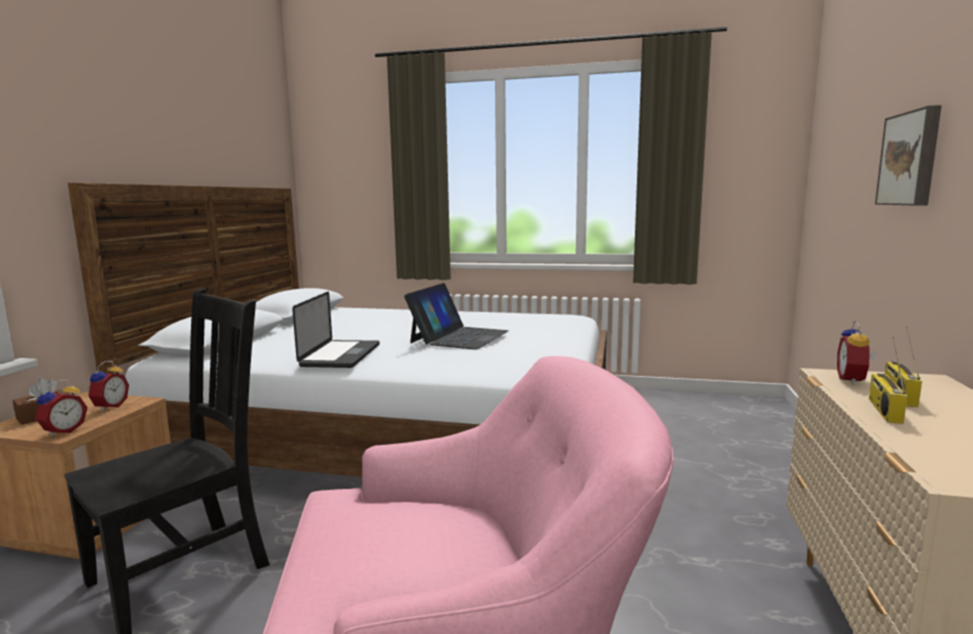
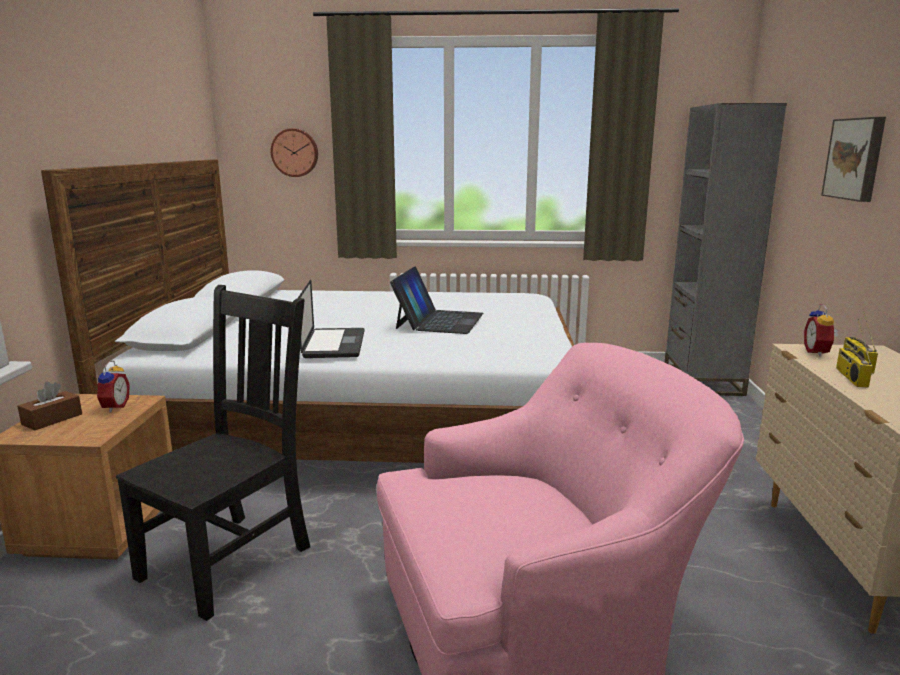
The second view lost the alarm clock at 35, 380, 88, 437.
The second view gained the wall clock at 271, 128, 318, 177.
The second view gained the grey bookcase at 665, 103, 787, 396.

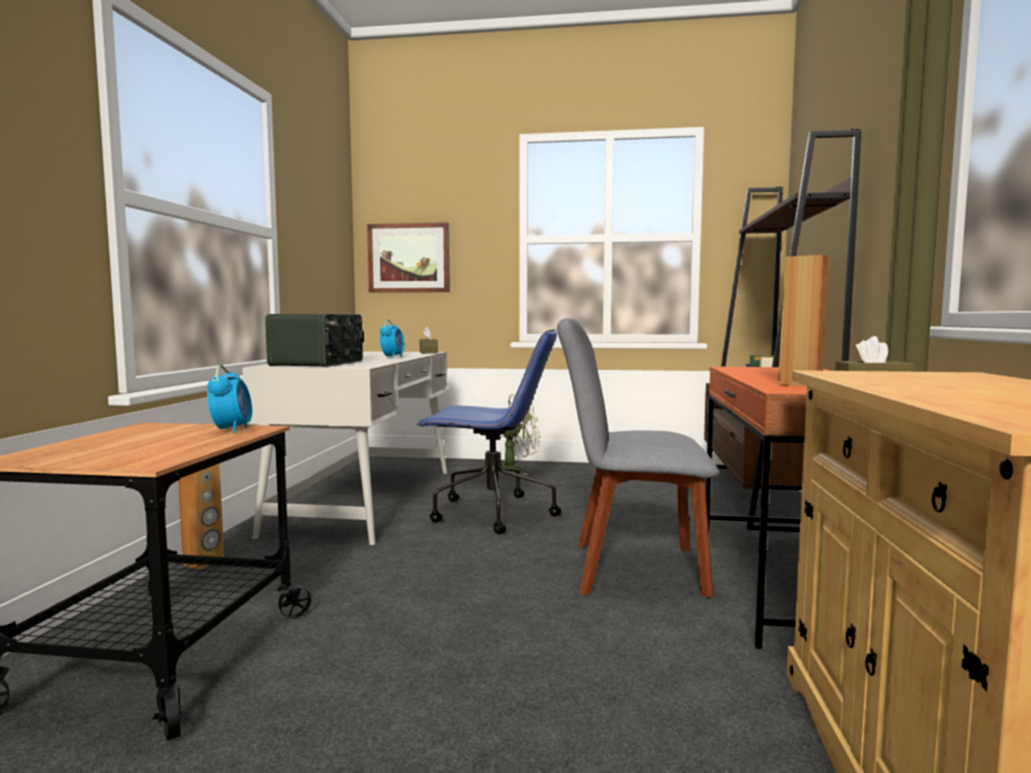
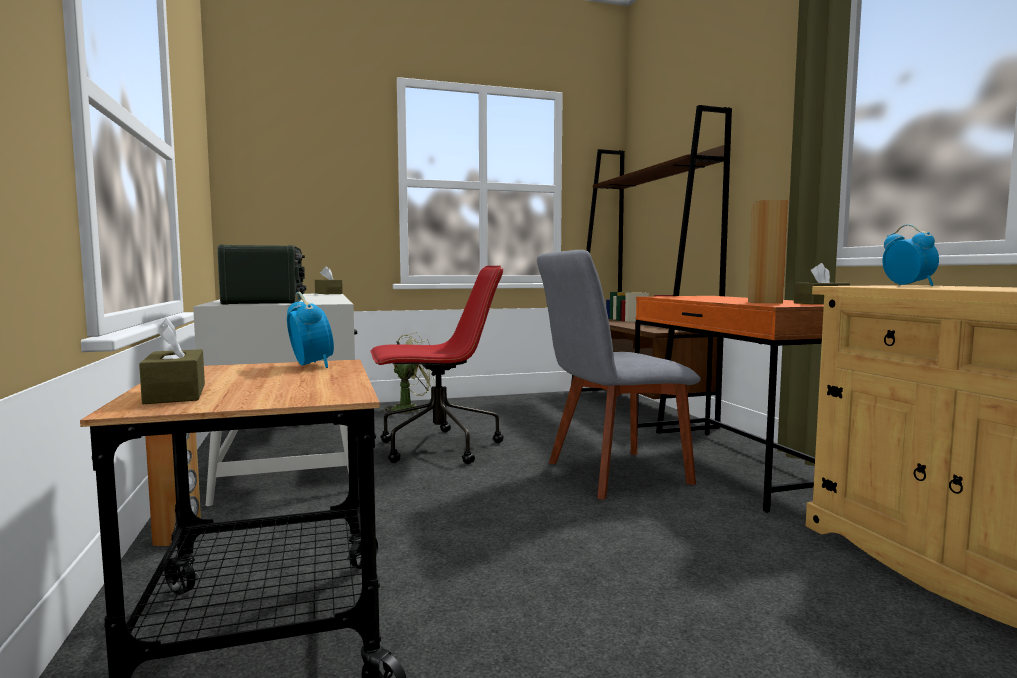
The second view lost the picture at 367, 222, 450, 293.
The second view gained the brown tissue box at 139, 318, 205, 404.
The alarm clock ended up elsewhere, having gone from 380, 320, 405, 358 to 883, 224, 939, 286.
What was the blue office chair at 417, 329, 561, 534 turned into the red office chair at 370, 266, 504, 464.

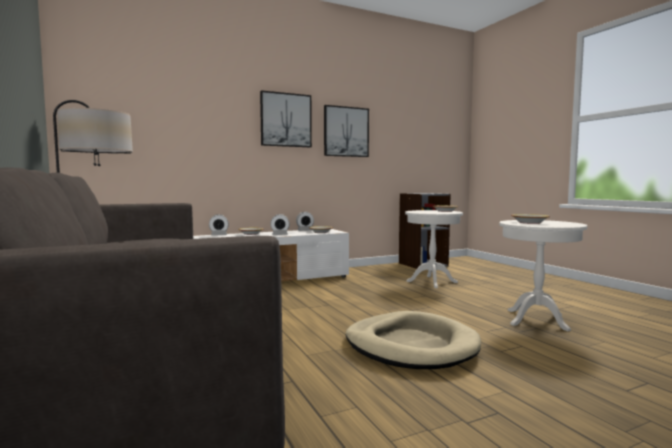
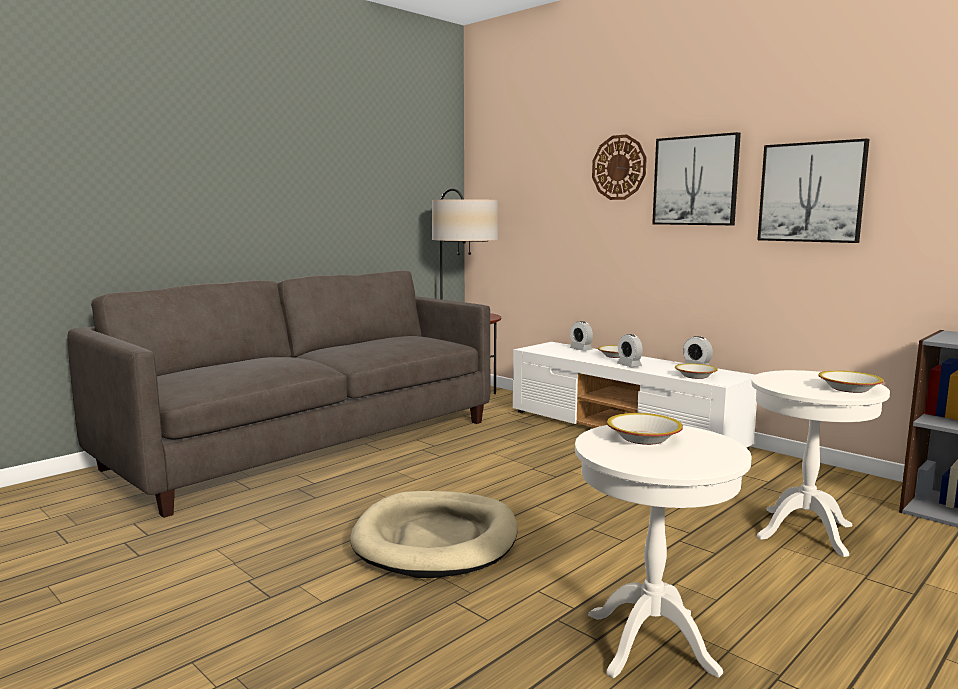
The second view gained the wall clock at 592, 134, 647, 200.

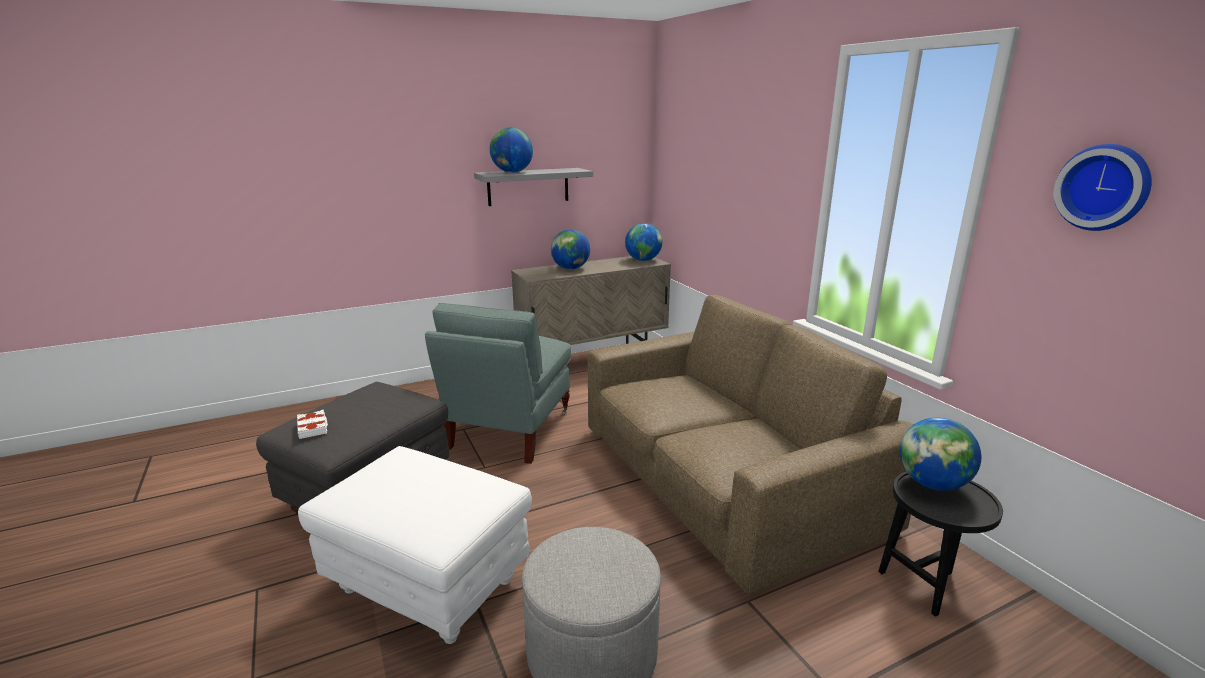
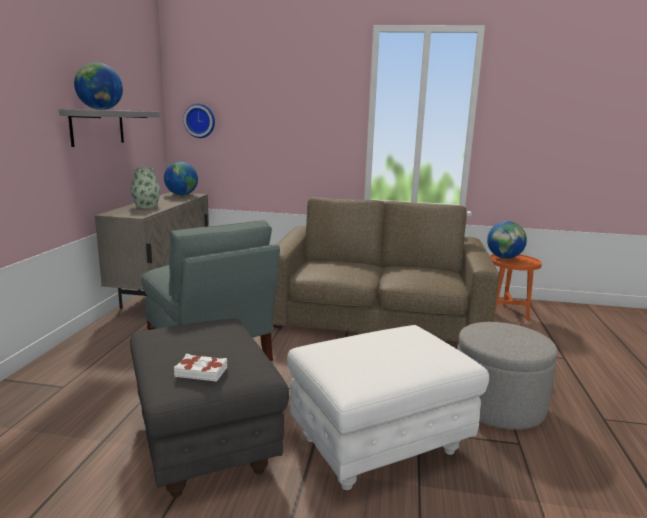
The wall clock ended up elsewhere, having gone from 1054, 144, 1152, 231 to 183, 104, 215, 138.
Where the globe stood at 551, 229, 590, 270, the vase came to stand at 131, 168, 160, 208.
What was the black side table at 878, 471, 1003, 617 turned into the orange side table at 490, 254, 542, 320.

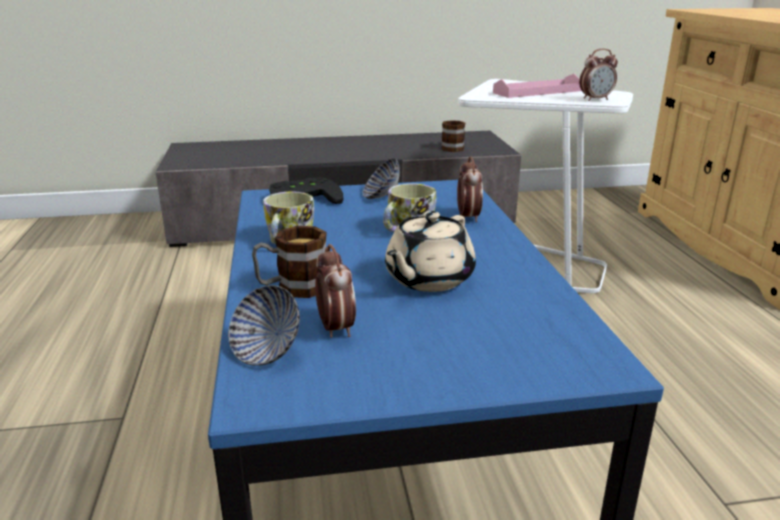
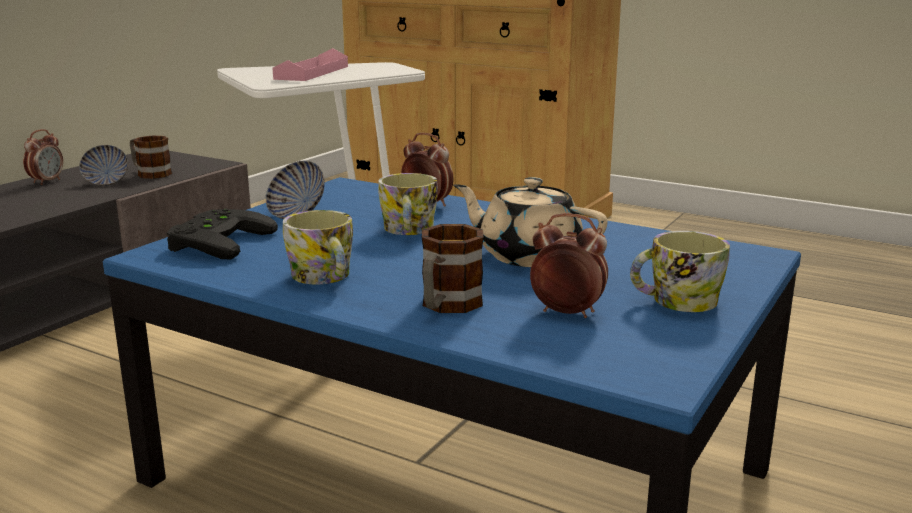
The second view gained the mug at 630, 231, 730, 312.
The bowl ended up elsewhere, having gone from 228, 285, 300, 366 to 79, 145, 128, 186.
The alarm clock ended up elsewhere, having gone from 579, 49, 618, 101 to 23, 129, 63, 185.
The beige teapot at 385, 211, 476, 292 ended up facing another way, 135 degrees clockwise from before.

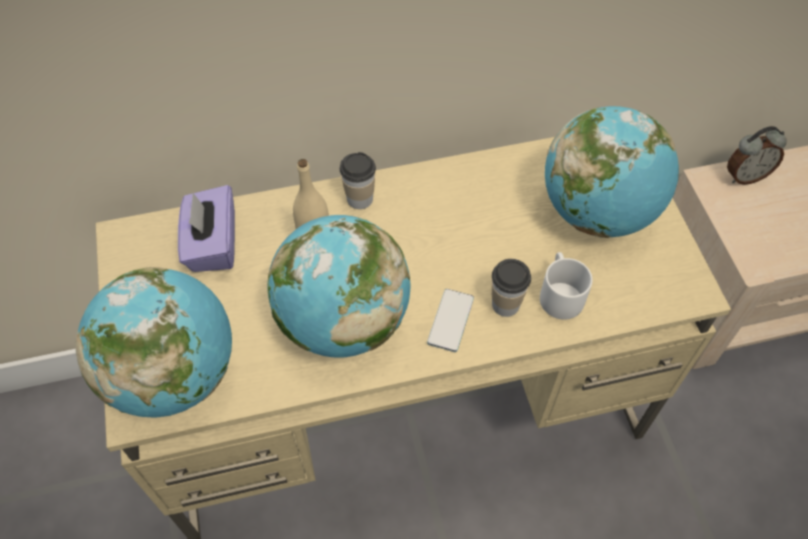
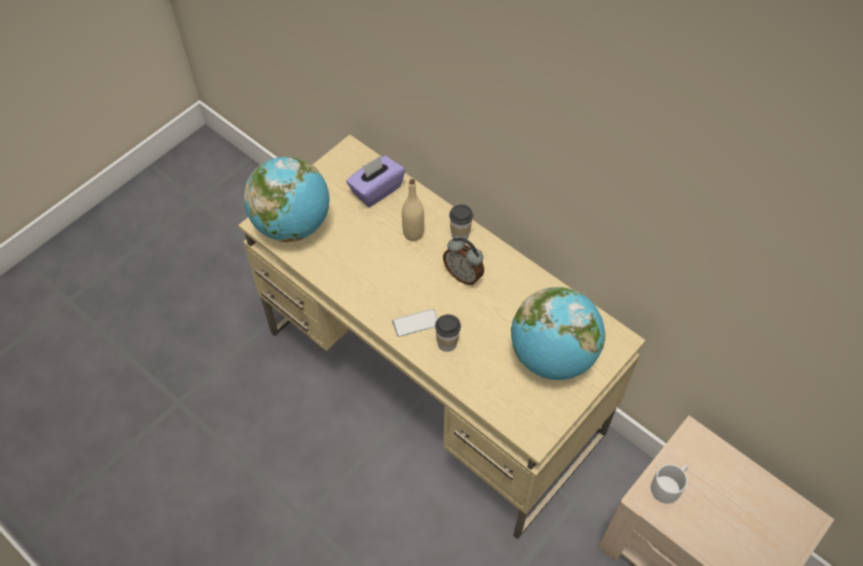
The second view lost the globe at 267, 215, 410, 358.
The white mug ended up elsewhere, having gone from 540, 252, 593, 319 to 651, 464, 688, 503.
The alarm clock ended up elsewhere, having gone from 727, 126, 787, 185 to 443, 237, 484, 285.

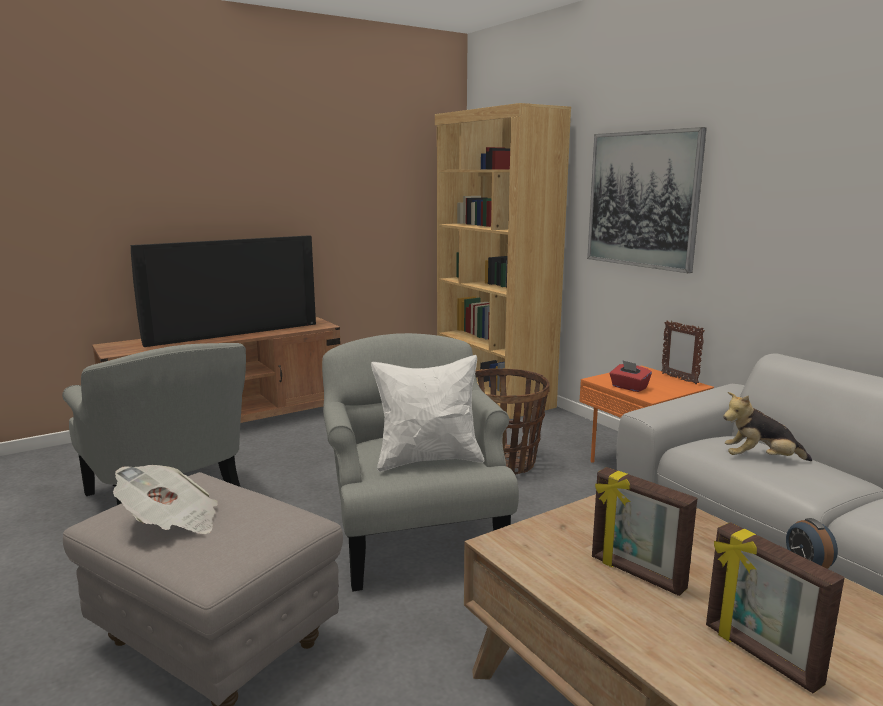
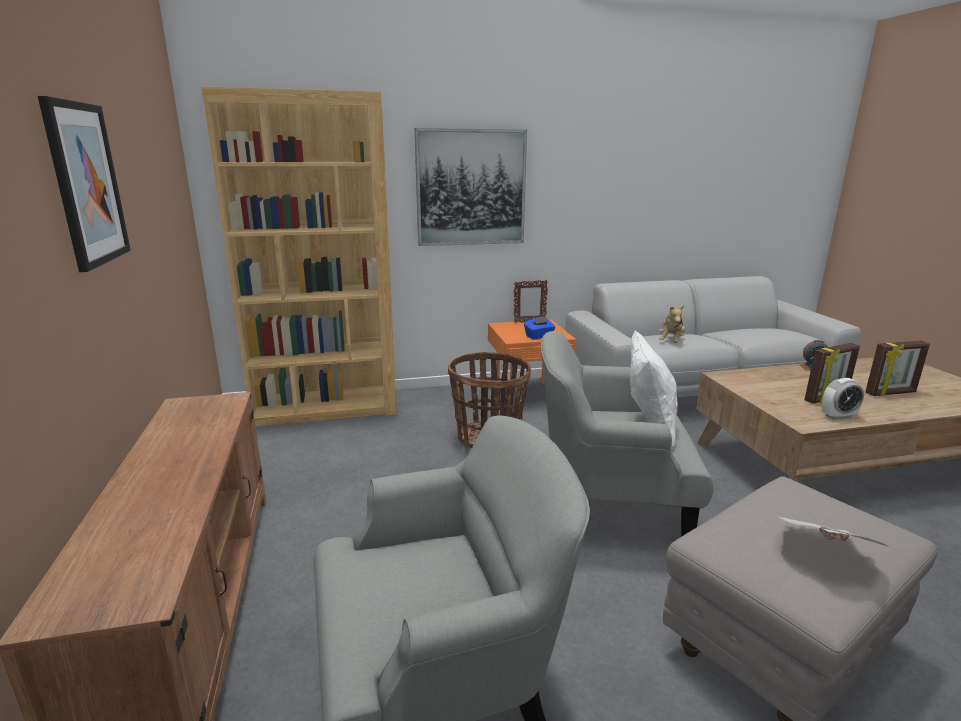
The second view lost the television at 131, 235, 316, 347.
The second view gained the picture at 38, 96, 131, 272.
The second view gained the alarm clock at 821, 378, 864, 420.
What was the red tissue box at 610, 361, 652, 392 turned into the blue tissue box at 524, 316, 555, 339.

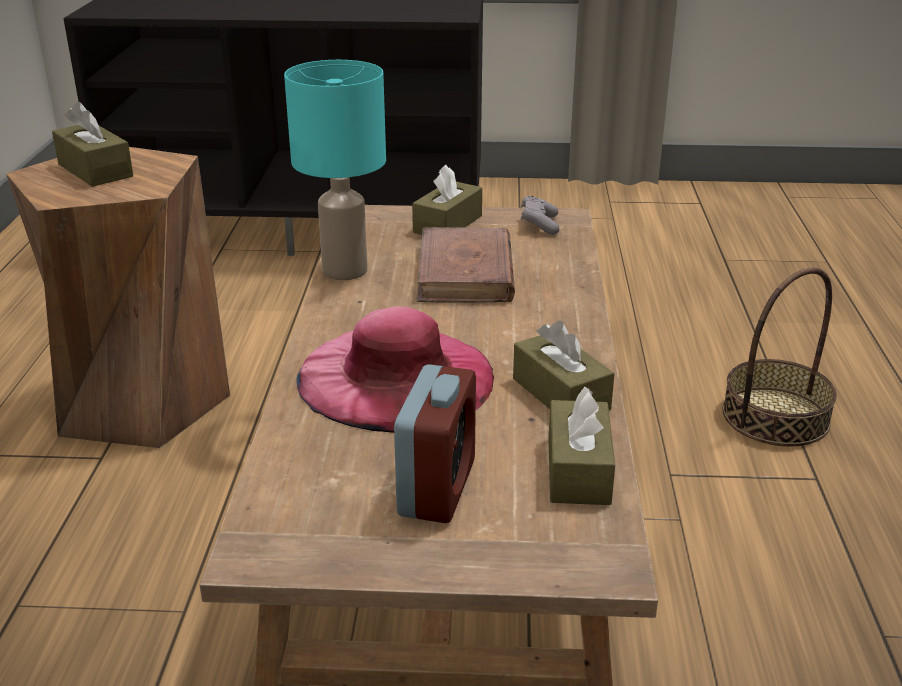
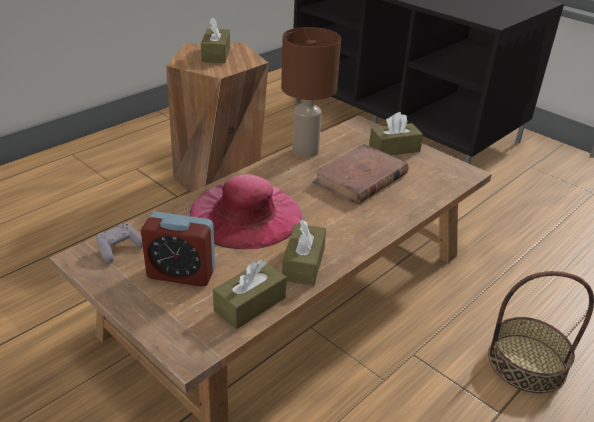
The grey game controller ended up elsewhere, having gone from 521, 196, 559, 235 to 96, 223, 143, 263.
What was the turquoise table lamp at 284, 60, 386, 280 turned into the brown table lamp at 281, 27, 341, 157.
The alarm clock at 394, 364, 476, 523 ended up facing another way, 45 degrees clockwise from before.

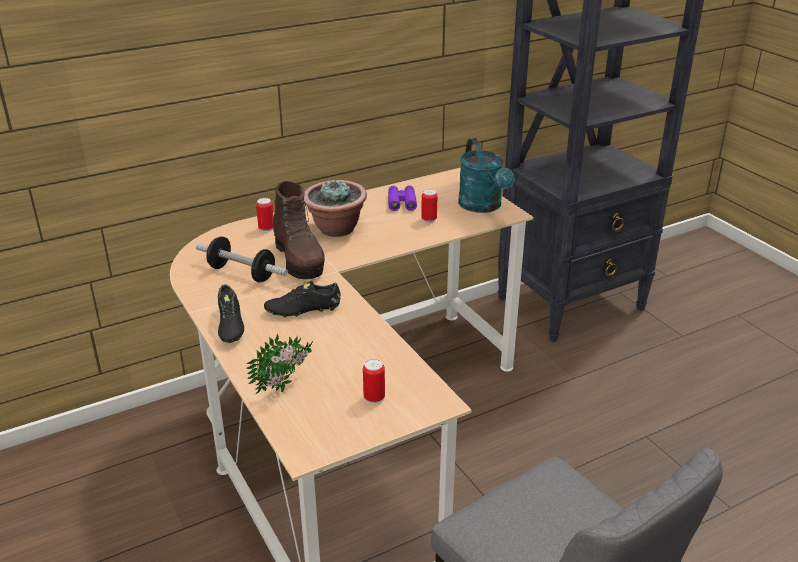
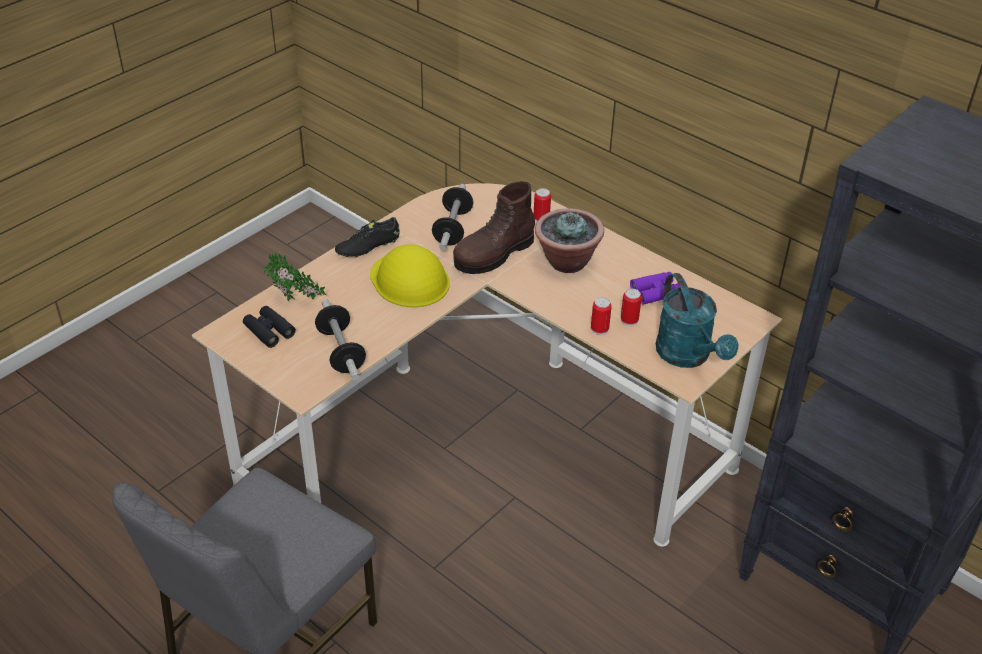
The second view gained the black binoculars at 243, 306, 296, 348.
The second view gained the dumbbell at 315, 299, 366, 380.
The can ended up elsewhere, having gone from 363, 359, 385, 405 to 591, 297, 612, 335.
Where the black shoe stood at 264, 281, 341, 318, the yellow hard hat came to stand at 370, 244, 450, 307.
The turquoise watering can at 458, 138, 515, 213 ended up facing another way, 75 degrees counterclockwise from before.

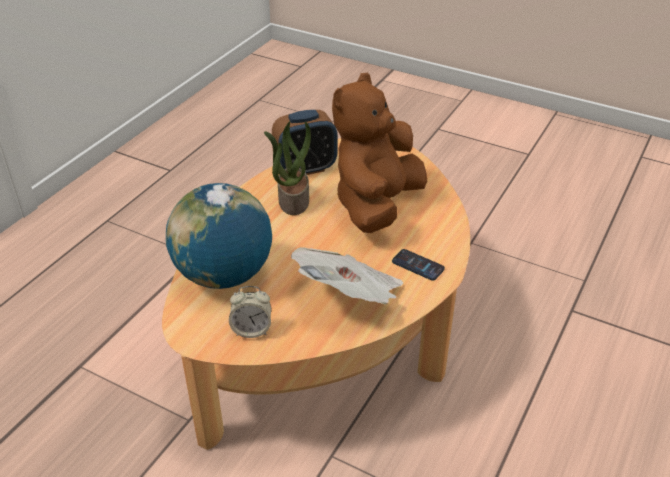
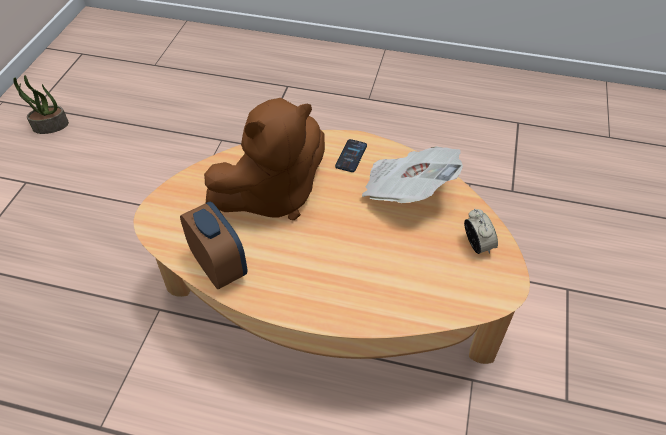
The second view lost the globe at 166, 183, 272, 289.
The potted plant ended up elsewhere, having gone from 264, 121, 311, 215 to 13, 75, 69, 134.
The brown plush toy at 332, 73, 427, 233 ended up facing another way, 45 degrees counterclockwise from before.

